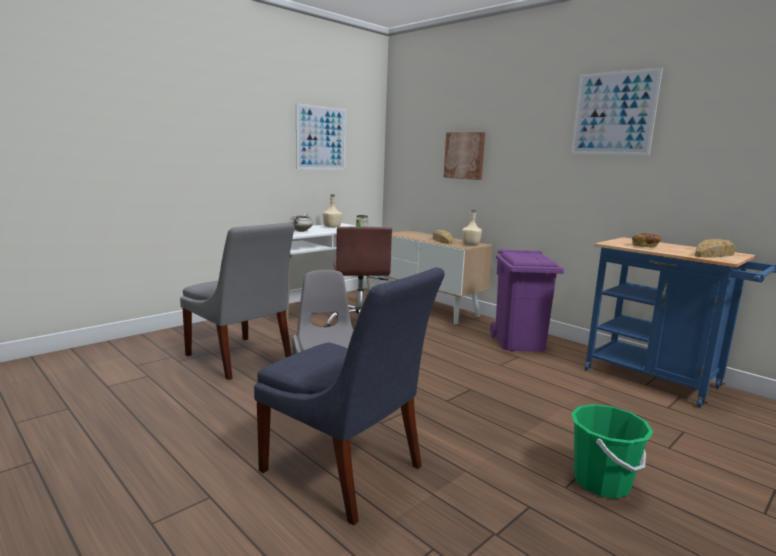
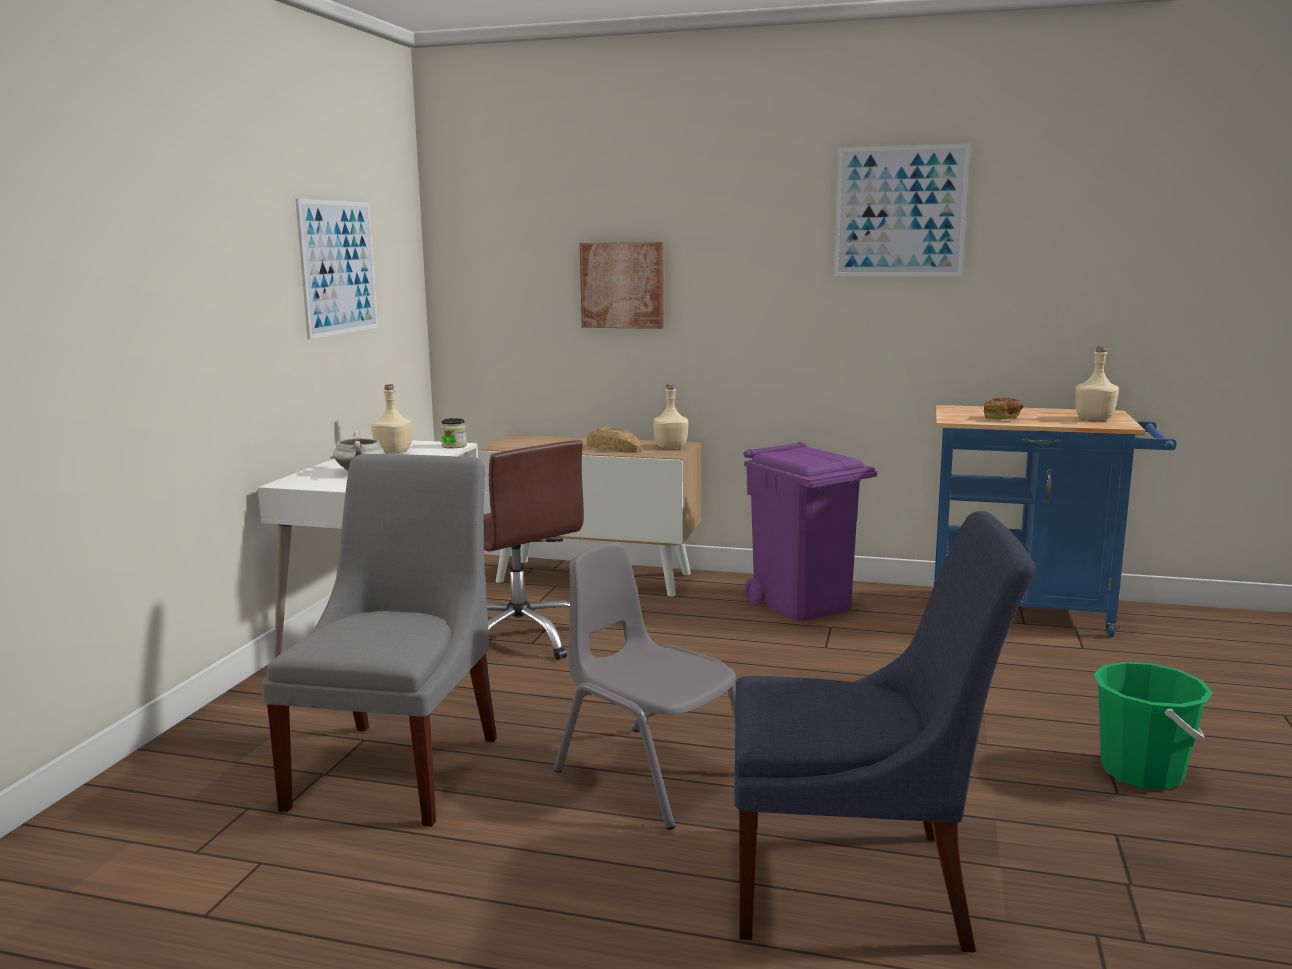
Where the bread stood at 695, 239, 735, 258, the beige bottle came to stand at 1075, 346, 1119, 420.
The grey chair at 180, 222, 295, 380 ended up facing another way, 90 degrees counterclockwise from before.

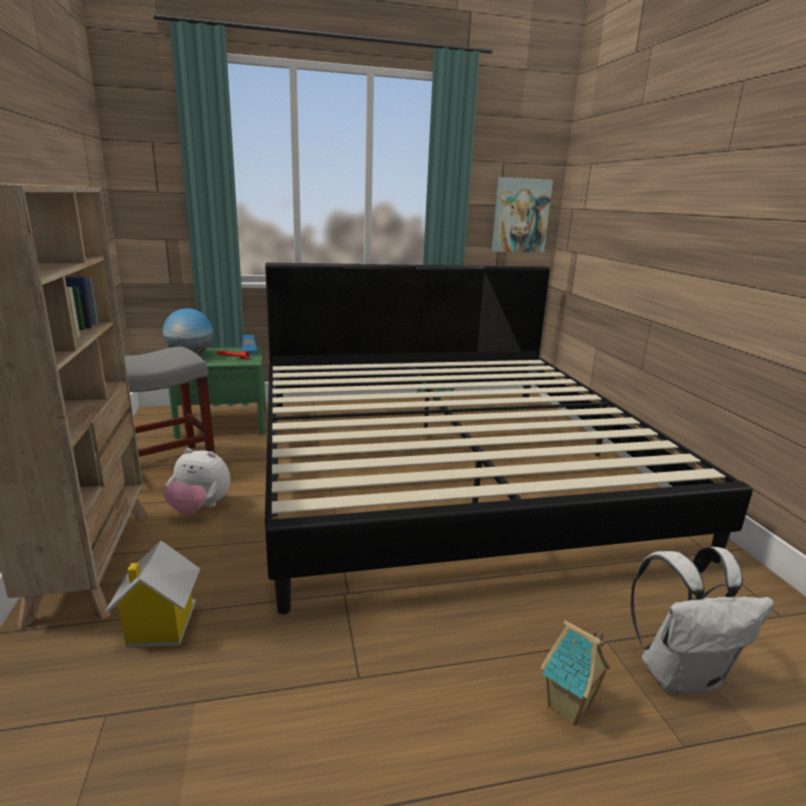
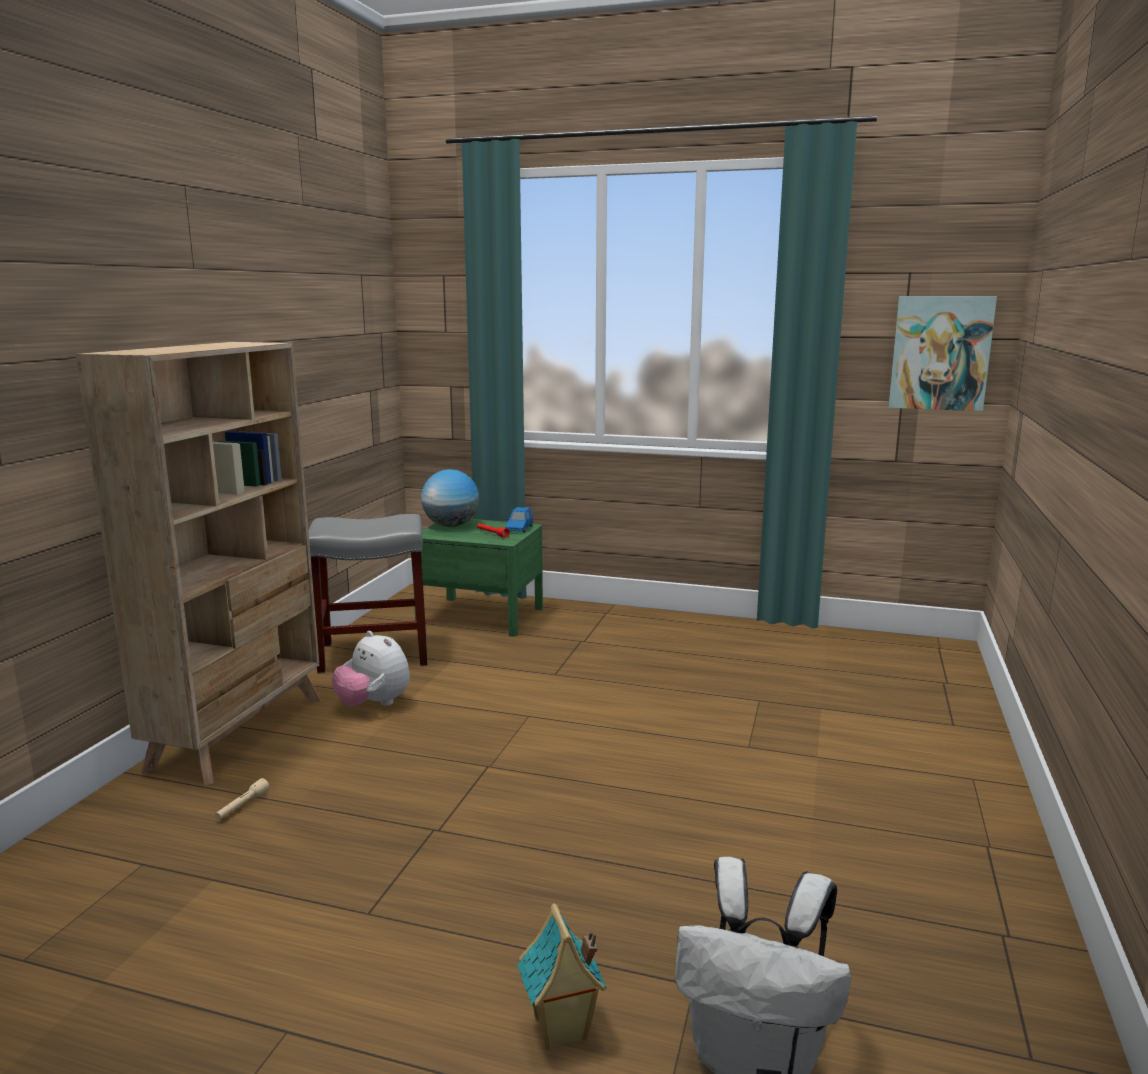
The second view lost the bed at 265, 263, 753, 614.
Where the toy house stood at 105, 541, 200, 648, the beige flashlight came to stand at 215, 778, 270, 820.

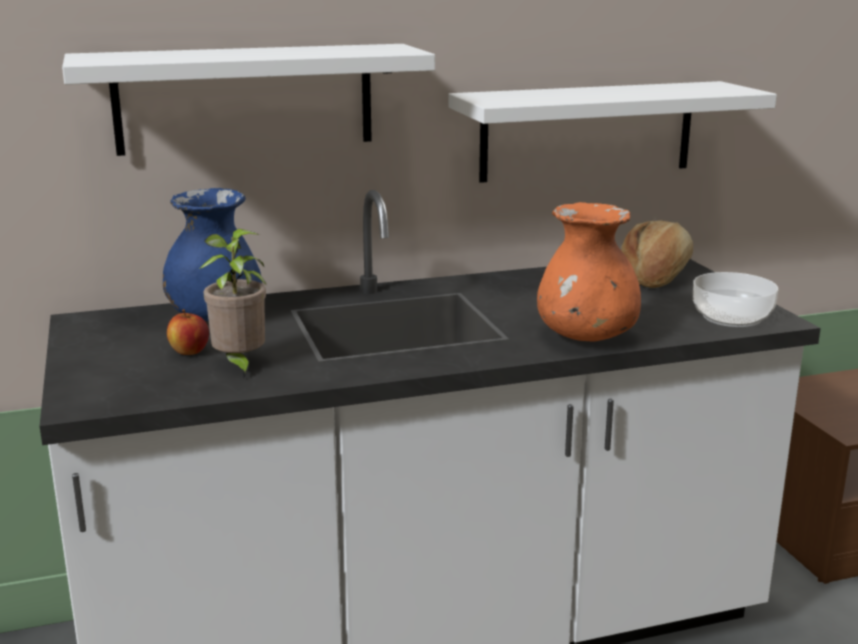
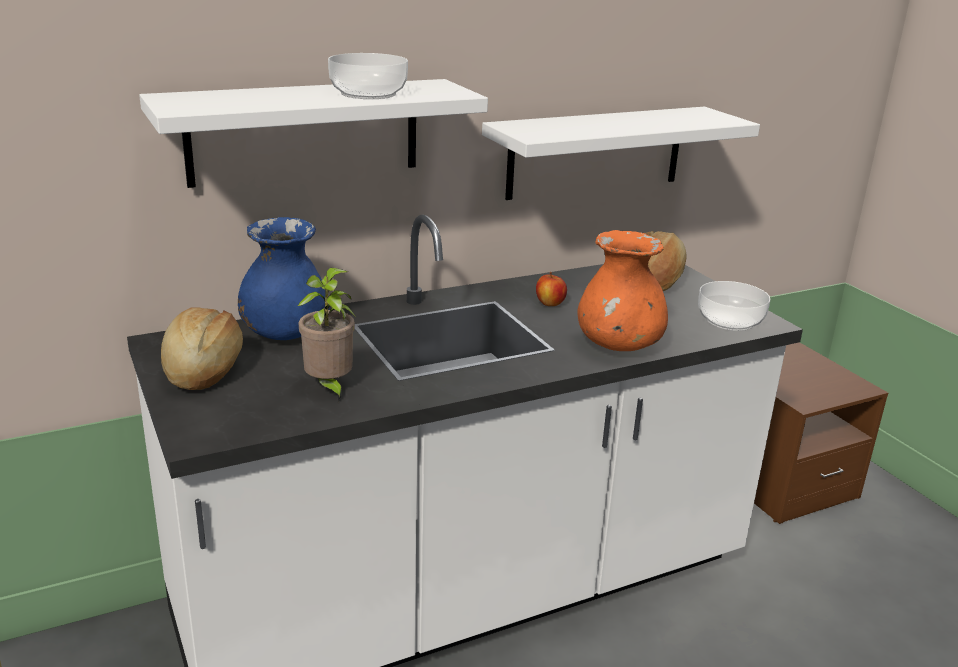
The second view gained the bread at 161, 307, 243, 390.
The second view gained the bowl at 328, 53, 408, 99.
The apple ended up elsewhere, having gone from 167, 309, 209, 355 to 536, 272, 567, 306.

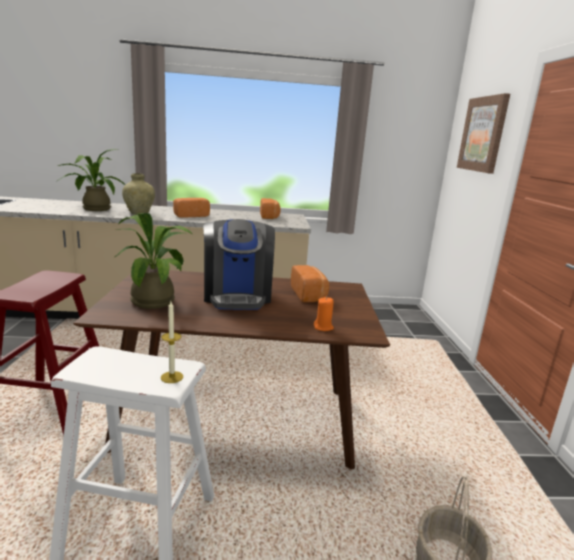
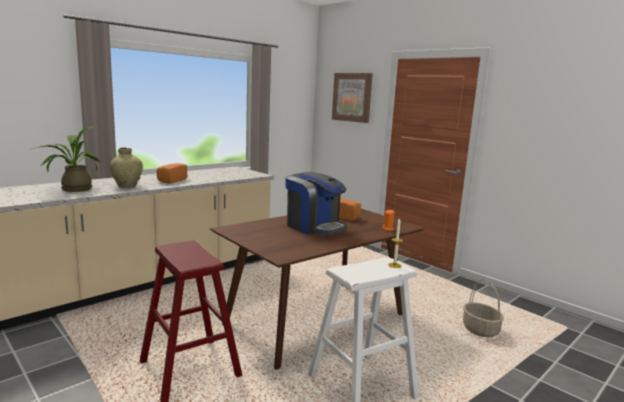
The second view lost the potted plant at 115, 213, 192, 309.
The second view lost the bread at 260, 198, 281, 219.

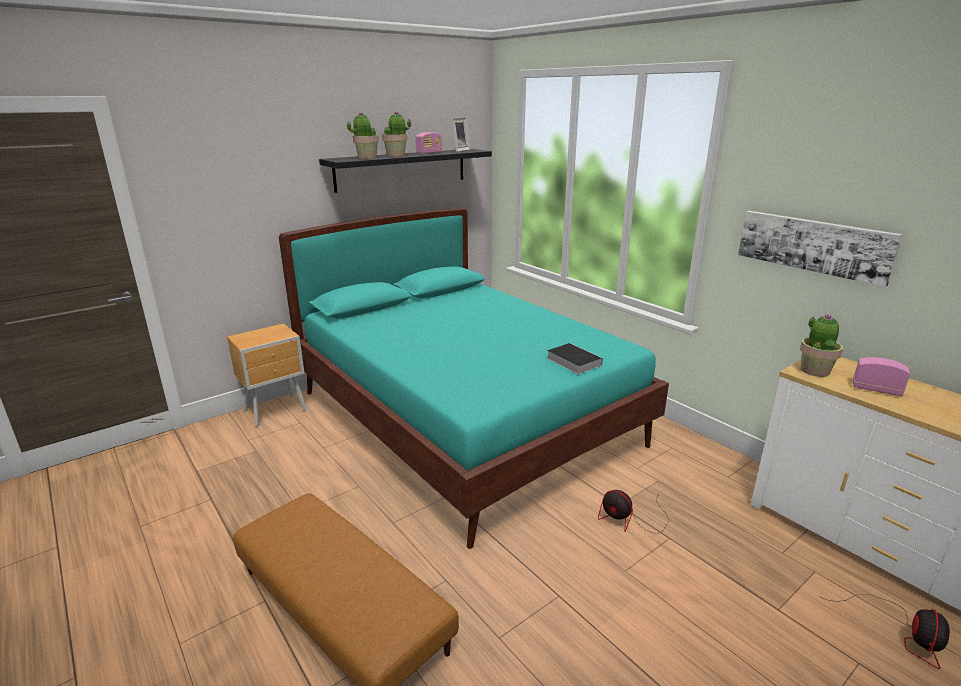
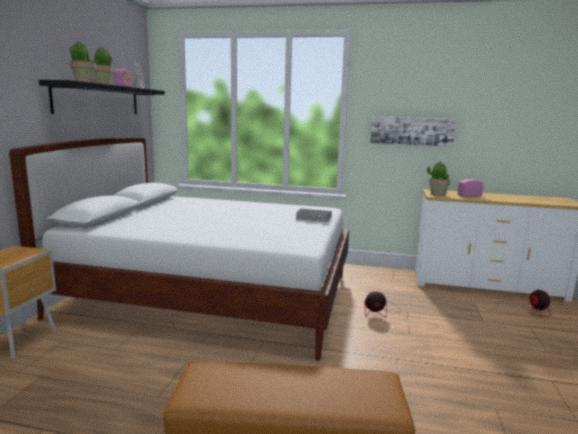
What was the turquoise bed at 279, 208, 669, 549 turned into the white bed at 9, 138, 349, 361.

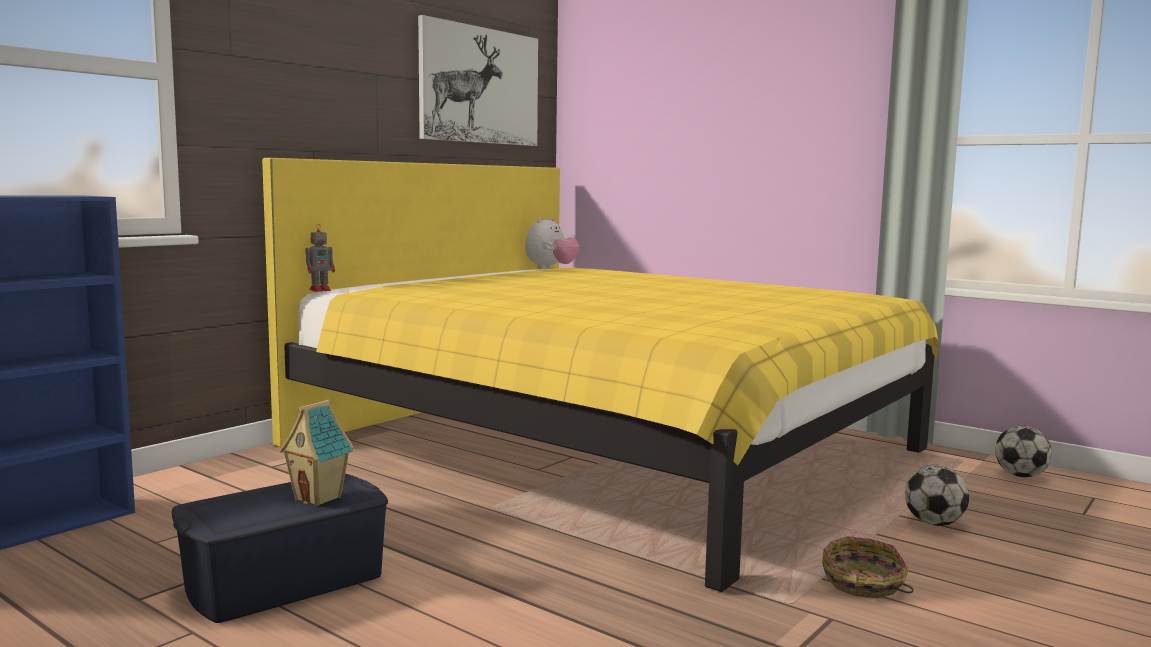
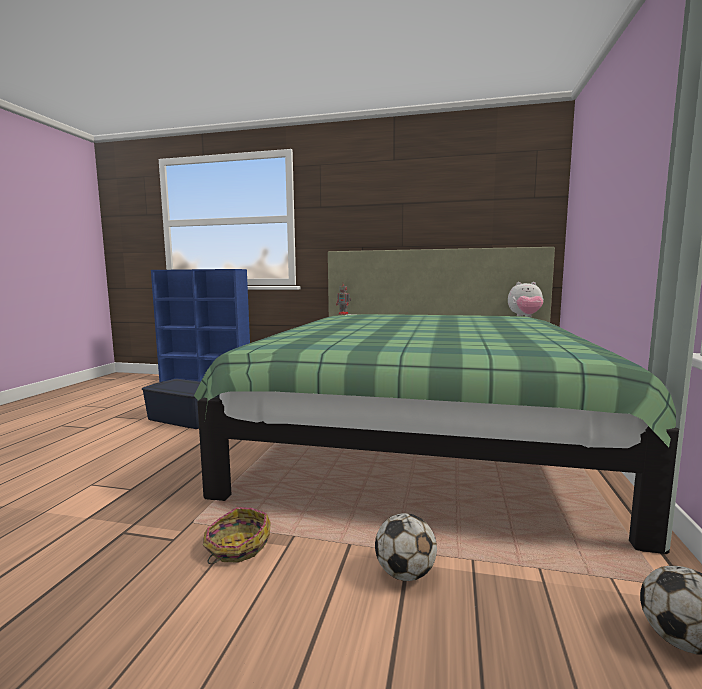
The second view lost the toy house at 279, 400, 354, 506.
The second view lost the picture at 418, 15, 538, 146.
What was the yellow bed at 262, 158, 938, 592 turned into the green bed at 194, 247, 679, 554.

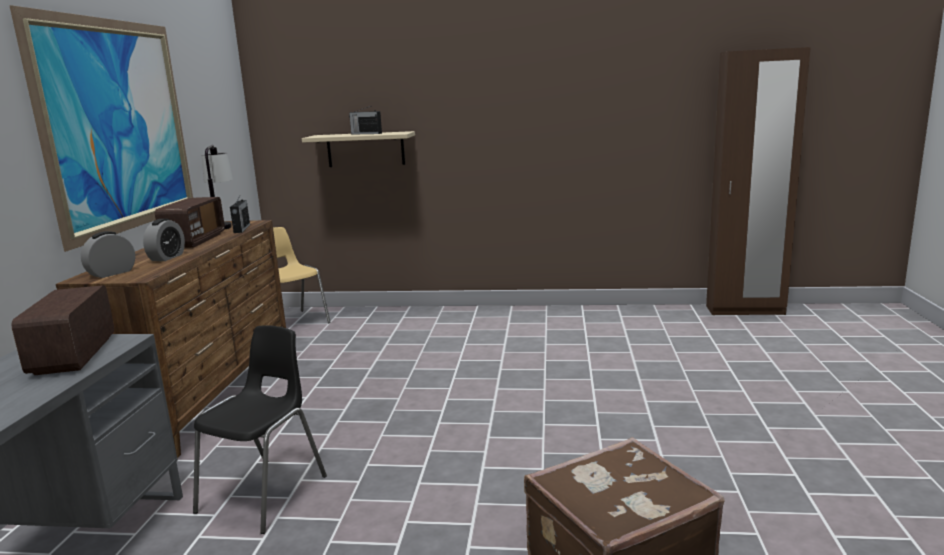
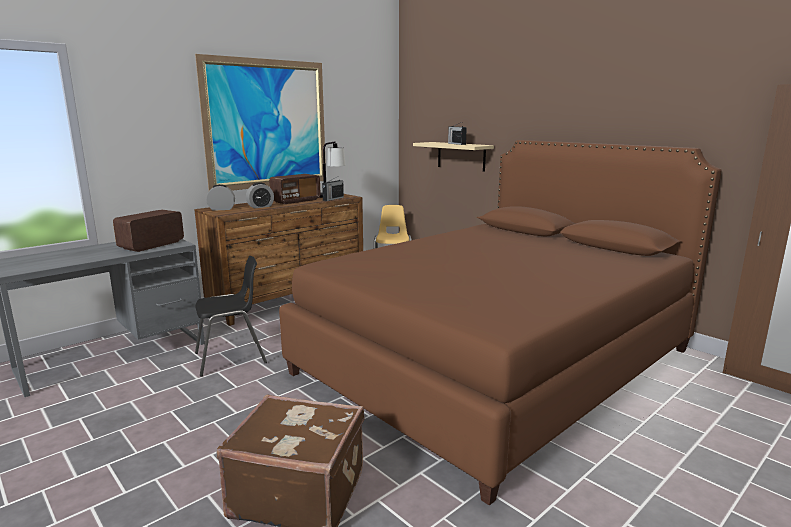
The second view gained the brown bed at 279, 140, 722, 506.

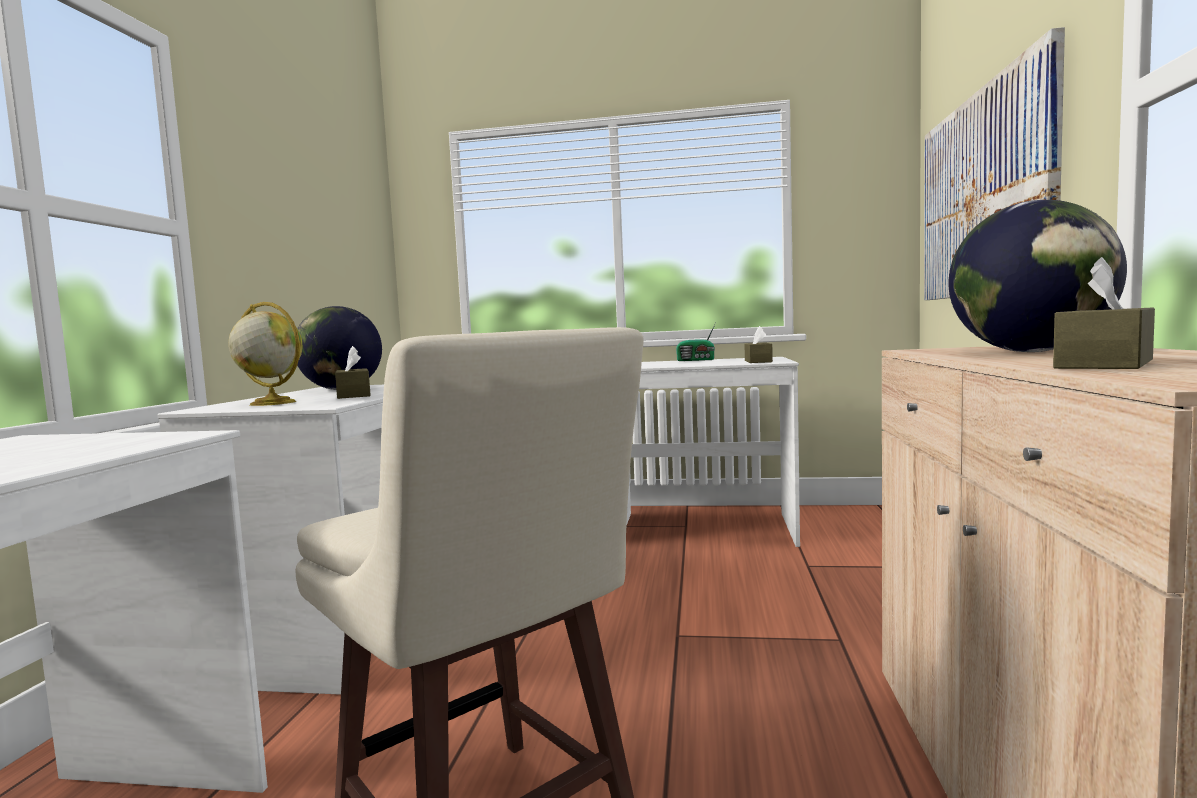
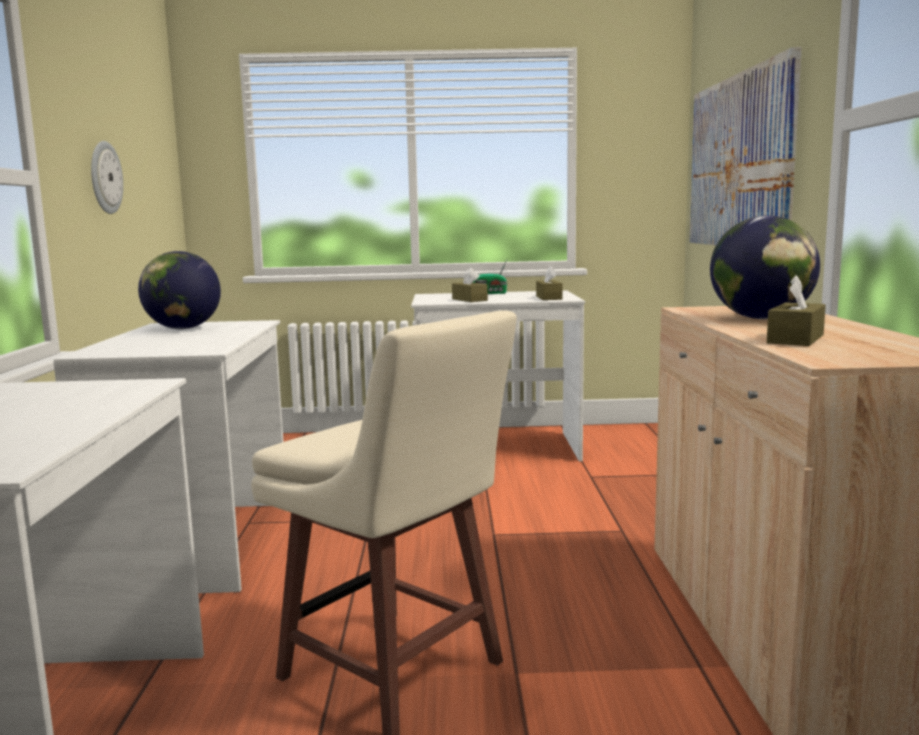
The second view lost the globe at 228, 302, 302, 406.
The second view gained the wall clock at 91, 141, 123, 214.
The brown tissue box ended up elsewhere, having gone from 335, 346, 371, 399 to 452, 268, 488, 302.

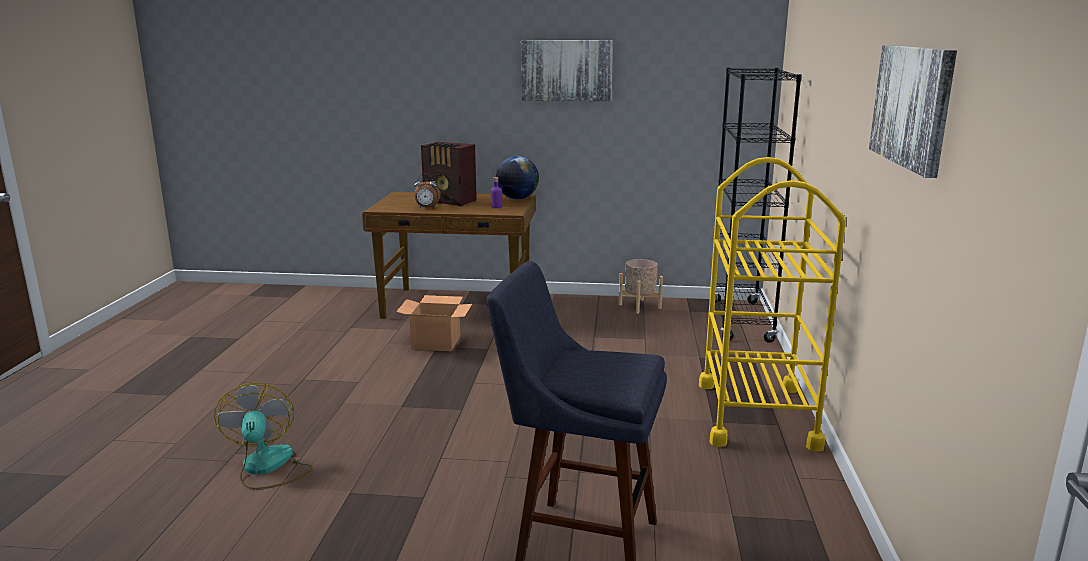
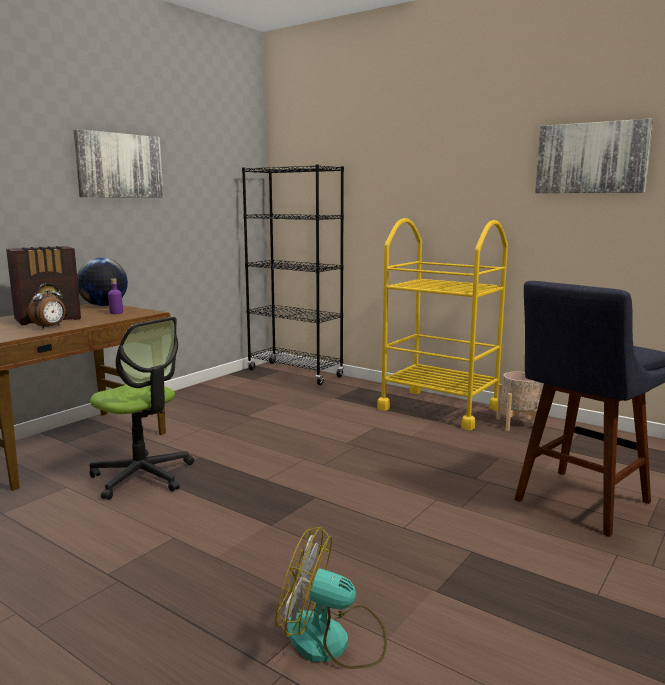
The beige planter ended up elsewhere, having gone from 619, 259, 663, 314 to 496, 372, 541, 431.
Where the cardboard box stood at 396, 295, 472, 351, the office chair came to stand at 89, 317, 194, 500.

